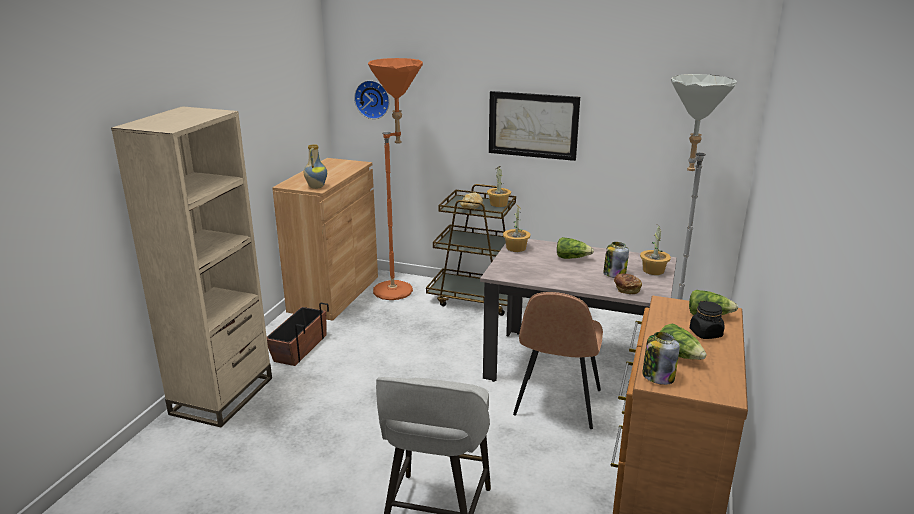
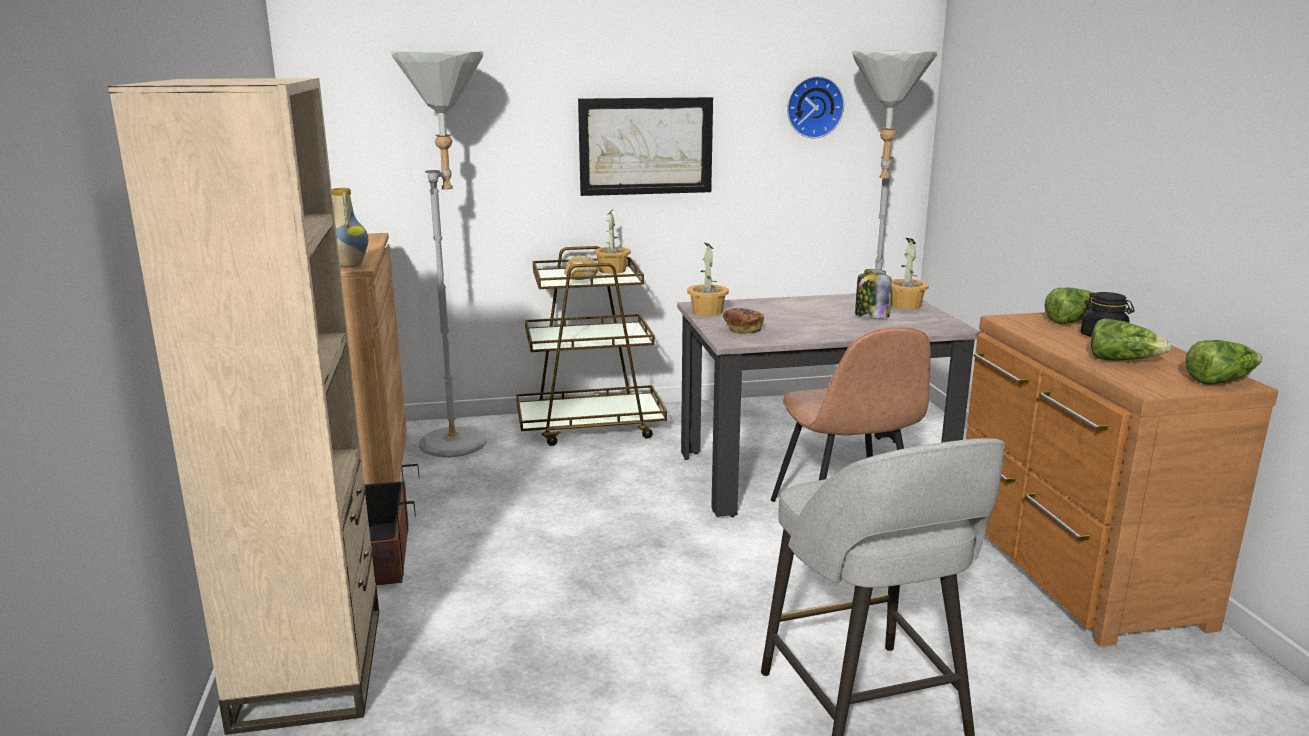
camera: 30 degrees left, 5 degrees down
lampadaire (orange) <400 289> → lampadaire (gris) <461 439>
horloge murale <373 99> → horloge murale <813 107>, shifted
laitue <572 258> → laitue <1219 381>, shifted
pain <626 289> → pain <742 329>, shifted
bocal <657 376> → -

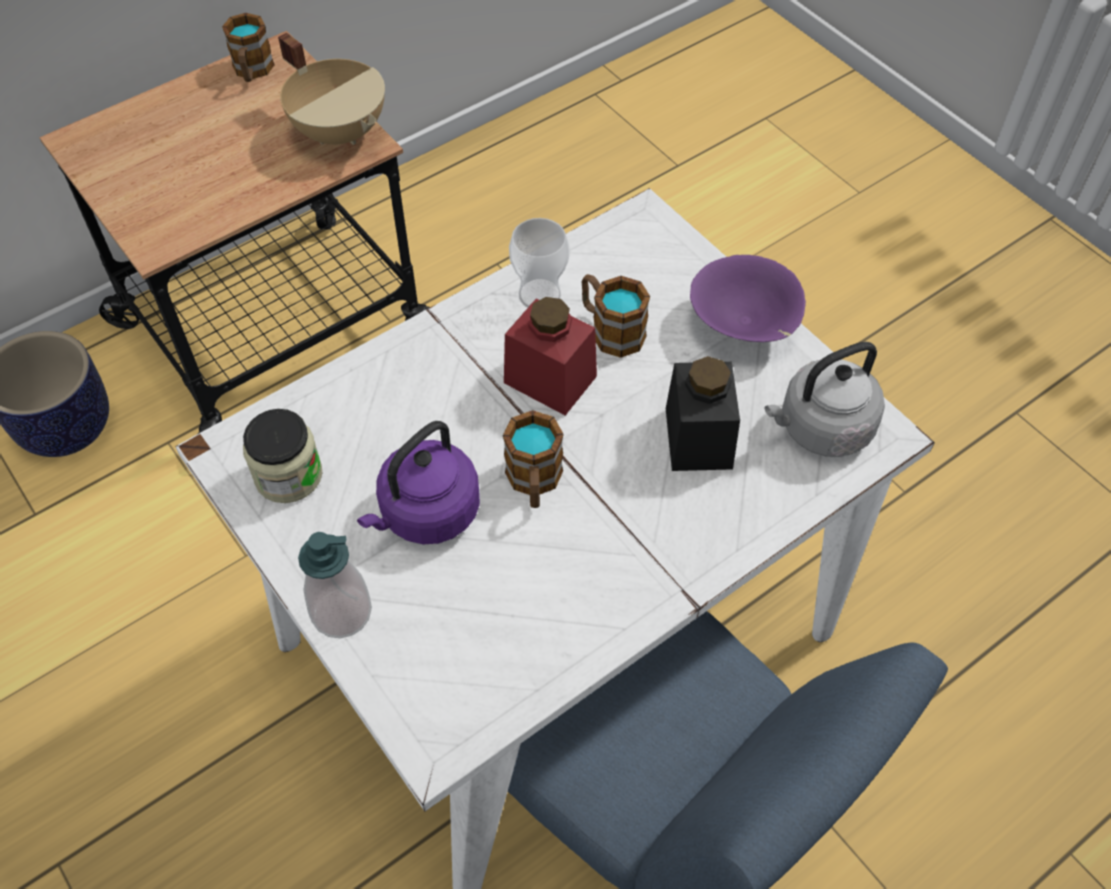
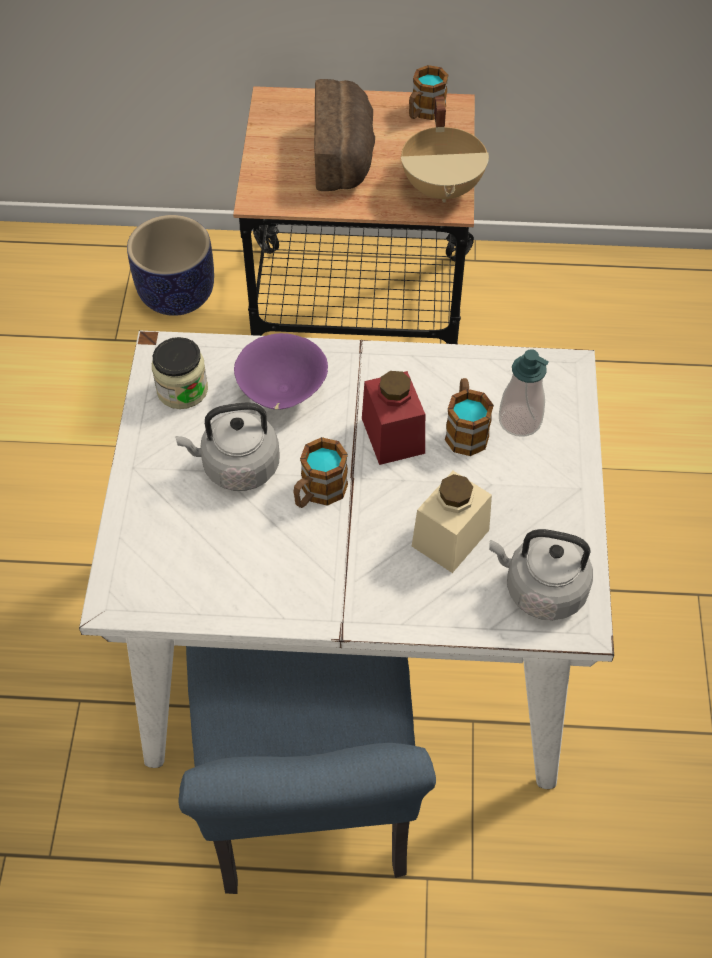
camera: 40 degrees right, 0 degrees up
tasse <539 295> → -
bol (violet) <744 326> → bol (violet) <282 392>, shifted
bocal (noir) <698 438> → bocal (beige) <450 538>
bouilloire (violet) <426 514> → bouilloire (gris) <236 467>
distributeur de savon <341 612> → distributeur de savon <519 421>, shifted
- → pain <345 156>

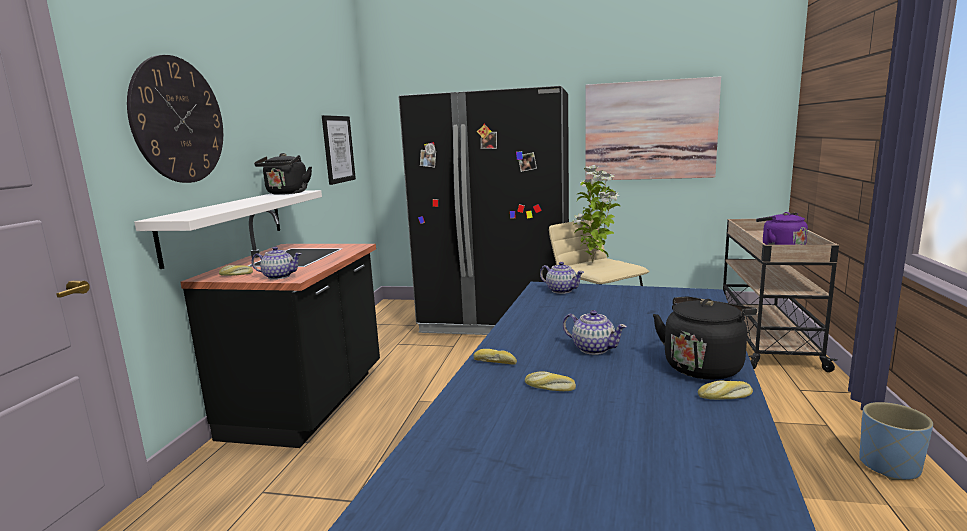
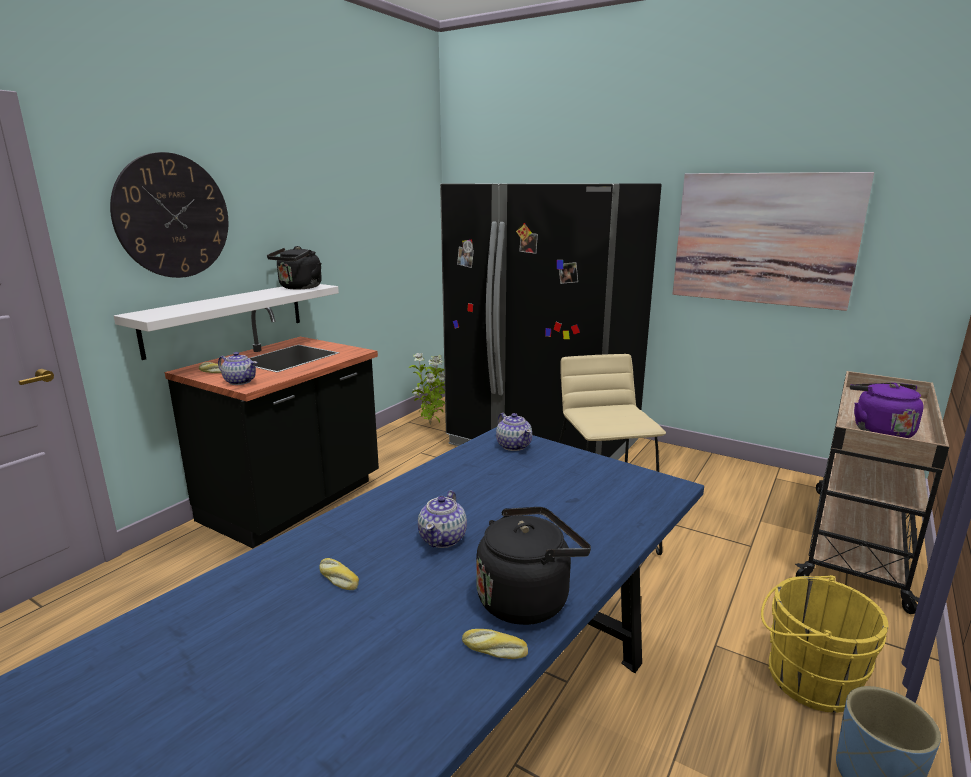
camera: 20 degrees right, 5 degrees up
tableau <338 149> → -
plante en pot <594 262> → plante en pot <431 425>, shifted
théière <593 349> → théière <443 538>, 45 degrees clockwise
pain <495 362> → -
- → seau (jaune) <806 677>

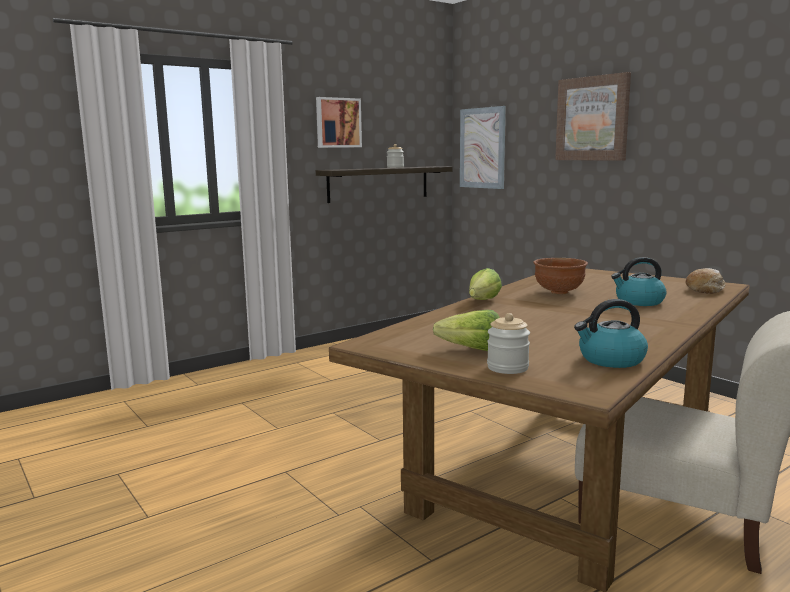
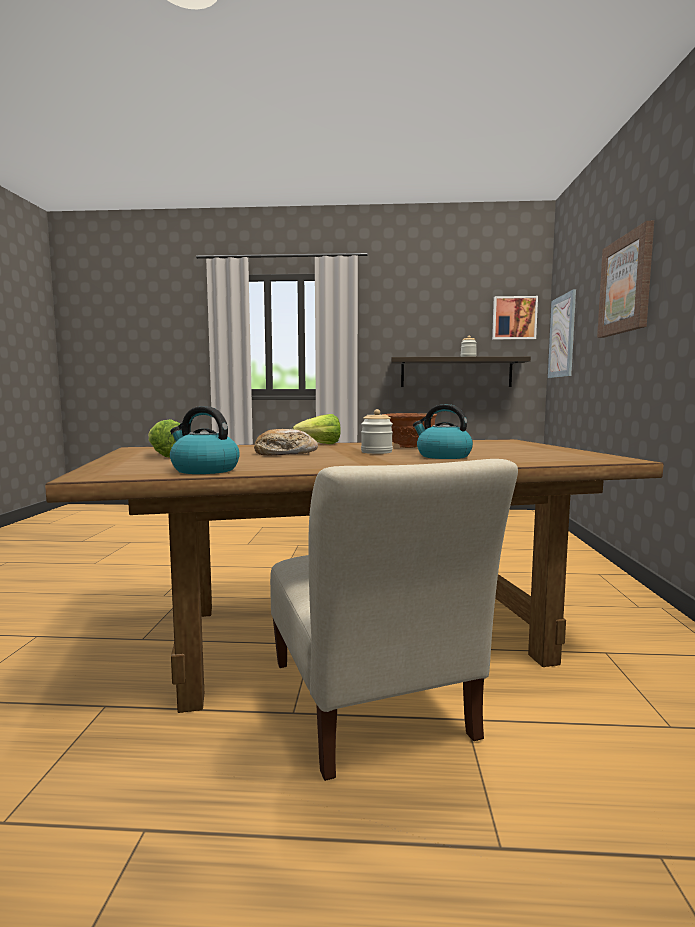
camera: 40 degrees right, 5 degrees down
tableau <337 123> → tableau <514 318>, shifted
pain <705 289> → pain <285 453>, shifted
bocal <507 368> → bocal <376 452>, shifted

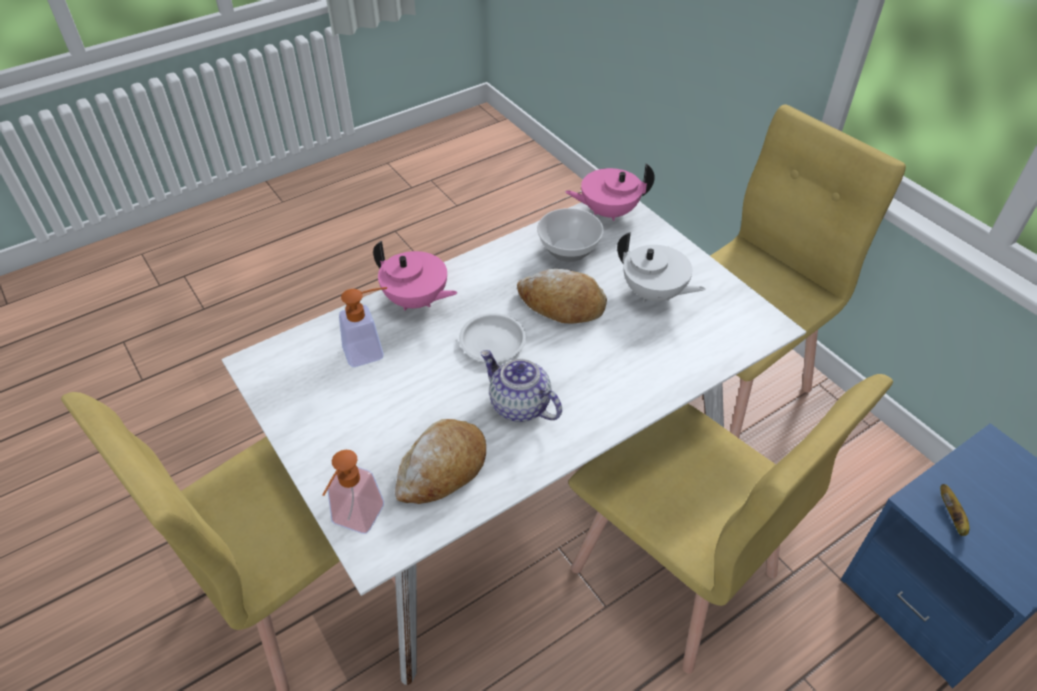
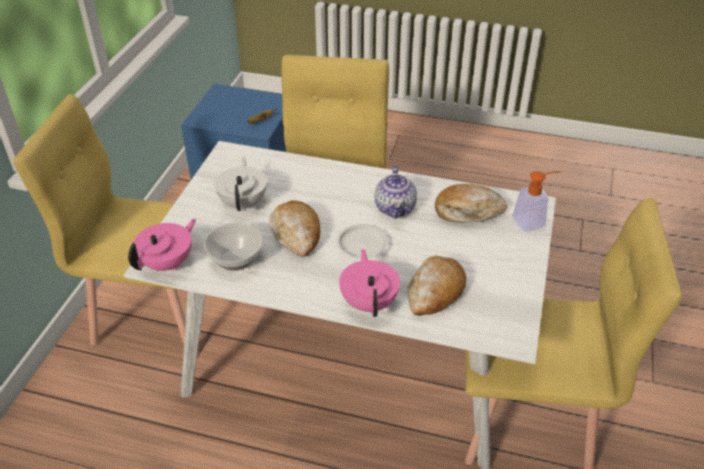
camera: 130 degrees left, 5 degrees down
théière (rose) <608 212> → théière (rose) <168 263>, 90 degrees counterclockwise
distributeur de savon <371 350> → pain <435 292>

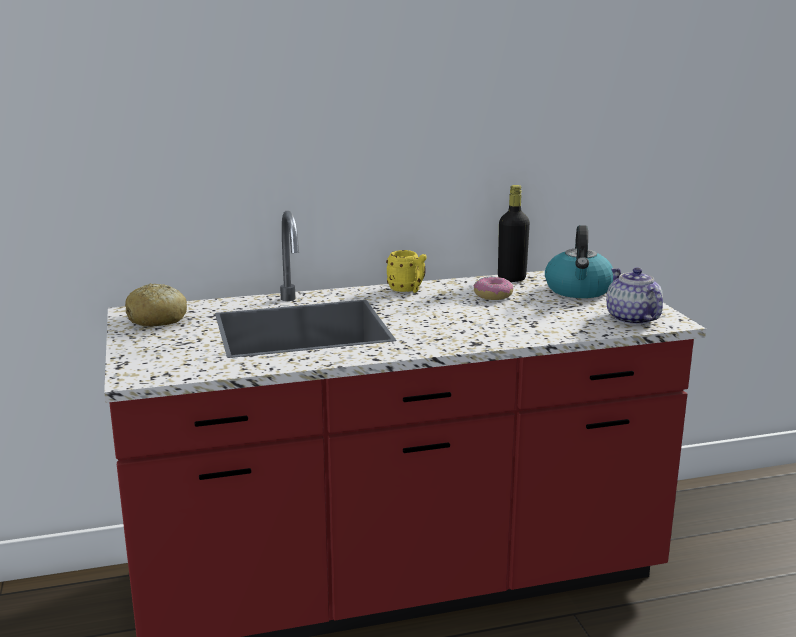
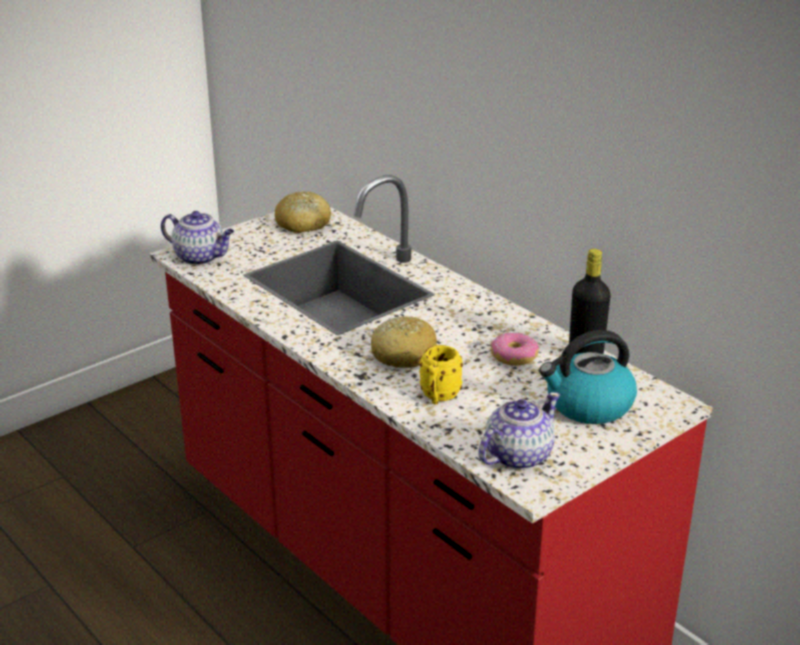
camera: 65 degrees right, 10 degrees up
mug (jaune) <408 290> → mug (jaune) <438 397>, shifted
- → théière <201 257>
- → pain <403 354>

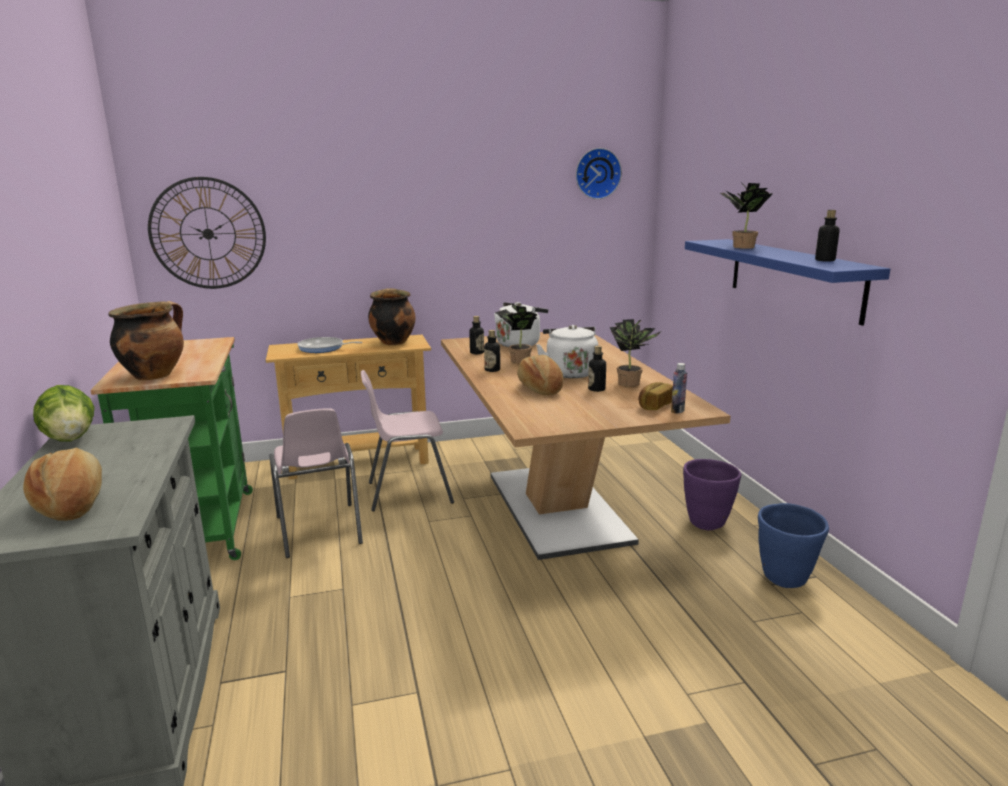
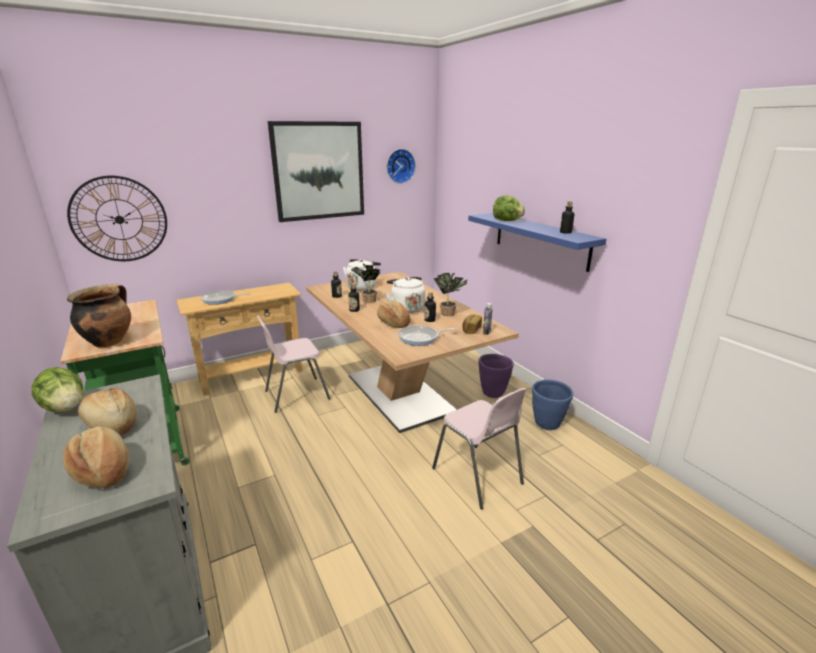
camera: 15 degrees left, 5 degrees up
plante en pot <740 247> → laitue <507 221>
marmite <393 342> → -
chaise (rose) <319 531> → chaise (rose) <477 476>, shifted
- → tableau <319 171>
- → poêle <421 338>
- → pain <110 425>

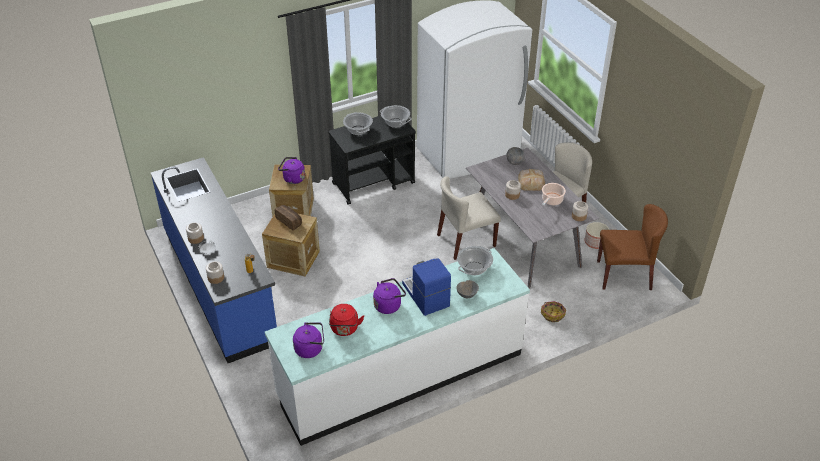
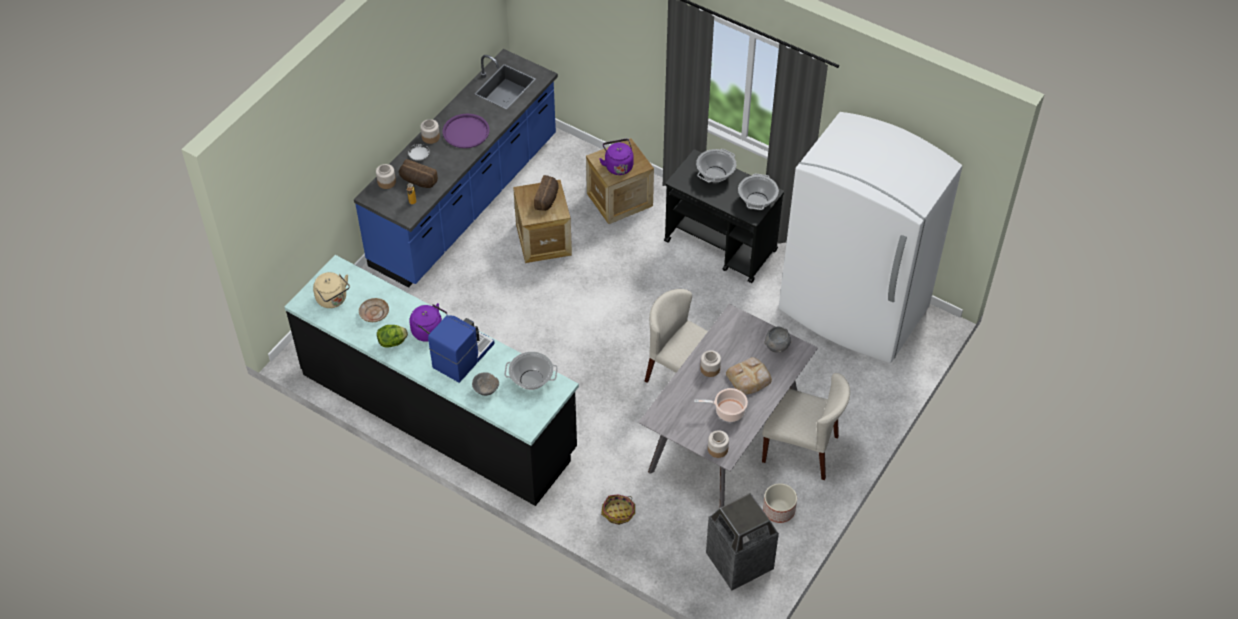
camera: 60 degrees right, 10 degrees up
chaise (marron) <624 275> → poubelle <739 562>
comptoir de cuisine (blanc) <400 375> → comptoir de cuisine (noir) <439 412>
bouilloire (rouge) <344 329> → assiette (beige) <374 313>
bouilloire (violet) <310 349> → bouilloire (beige) <333 300>
- → plateau (violet) <466 131>
- → pain <418 181>
- → laitue <393 342>

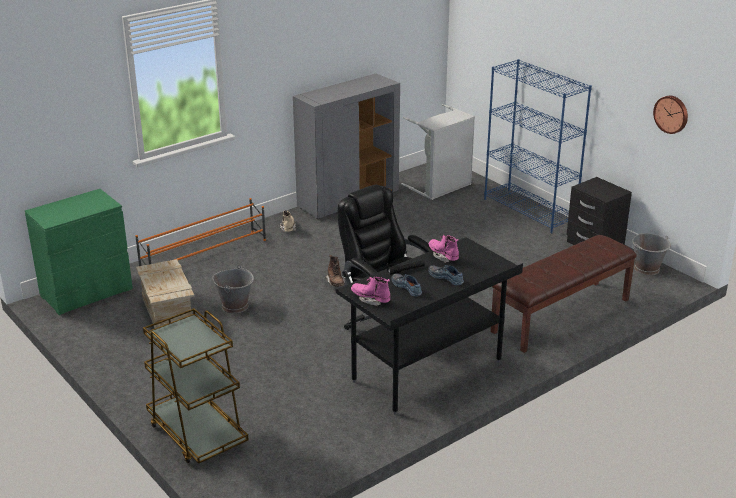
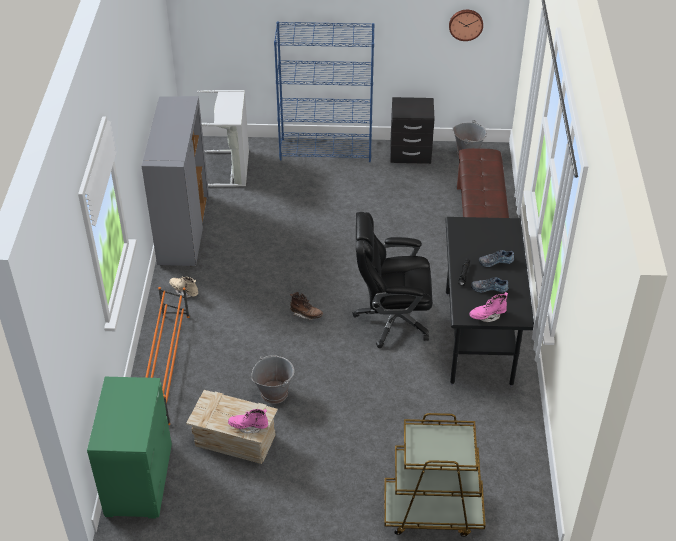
camera: 50 degrees left, 15 degrees up
botte (rose) <443 256> → botte (rose) <248 426>, shifted

